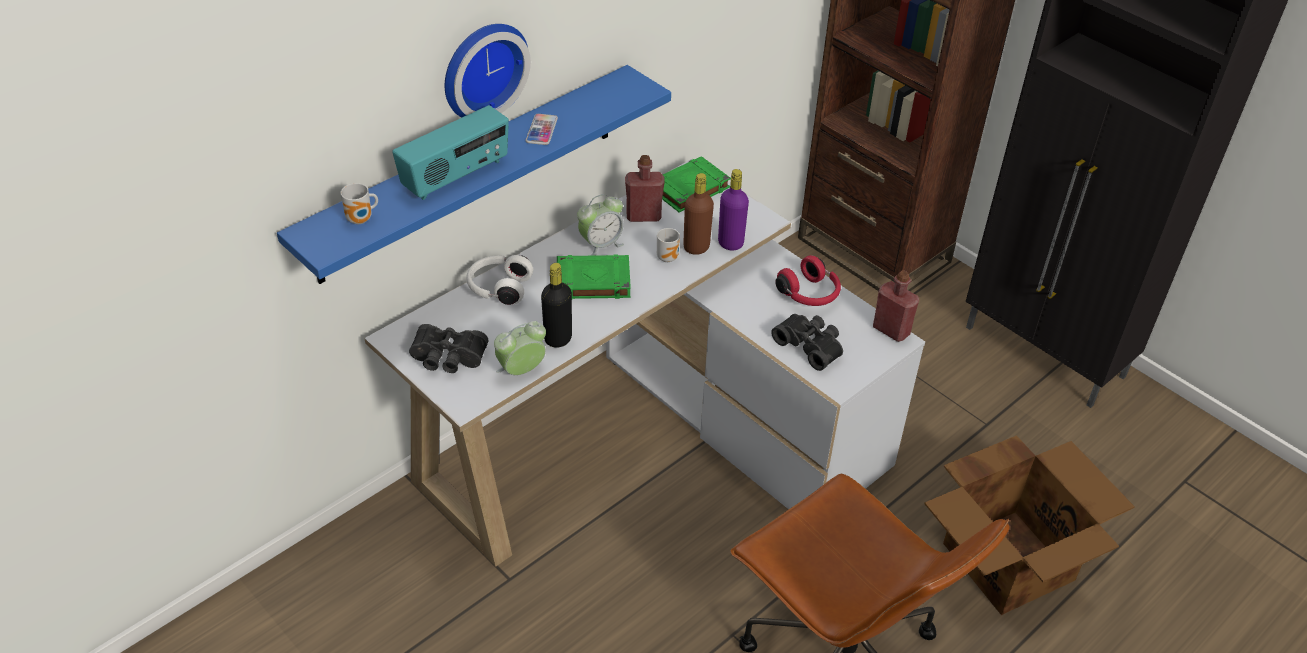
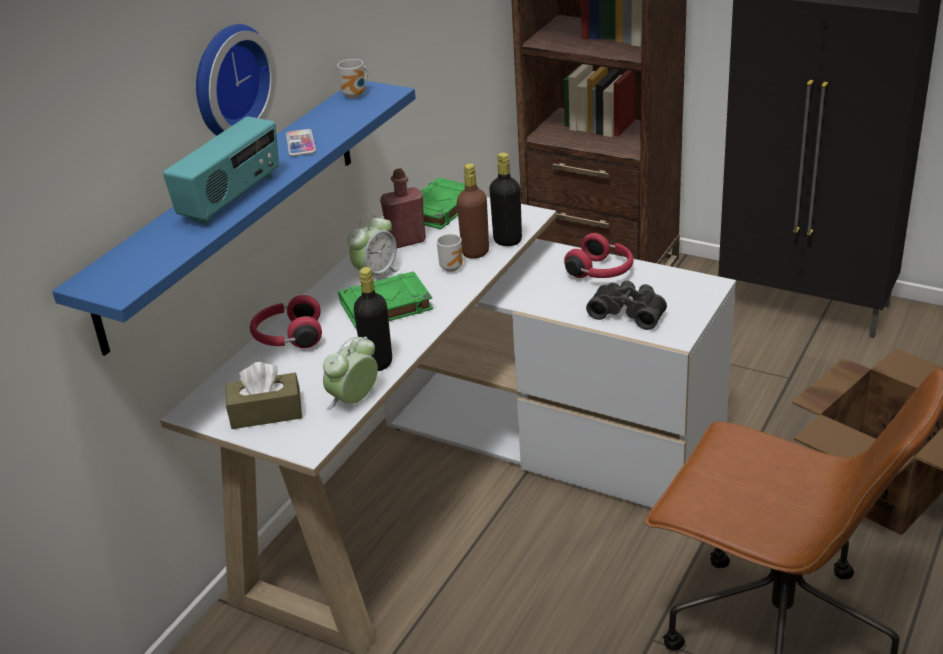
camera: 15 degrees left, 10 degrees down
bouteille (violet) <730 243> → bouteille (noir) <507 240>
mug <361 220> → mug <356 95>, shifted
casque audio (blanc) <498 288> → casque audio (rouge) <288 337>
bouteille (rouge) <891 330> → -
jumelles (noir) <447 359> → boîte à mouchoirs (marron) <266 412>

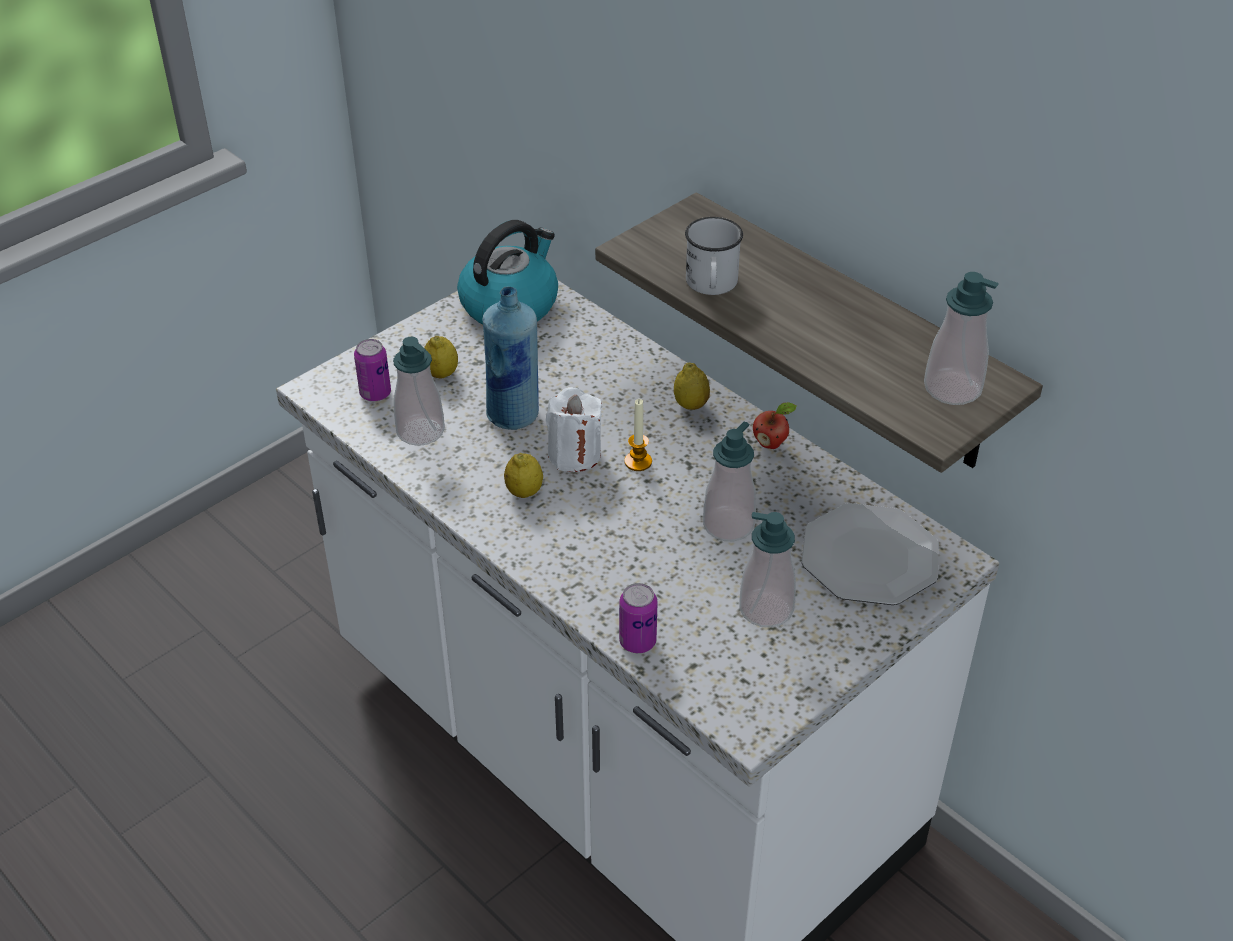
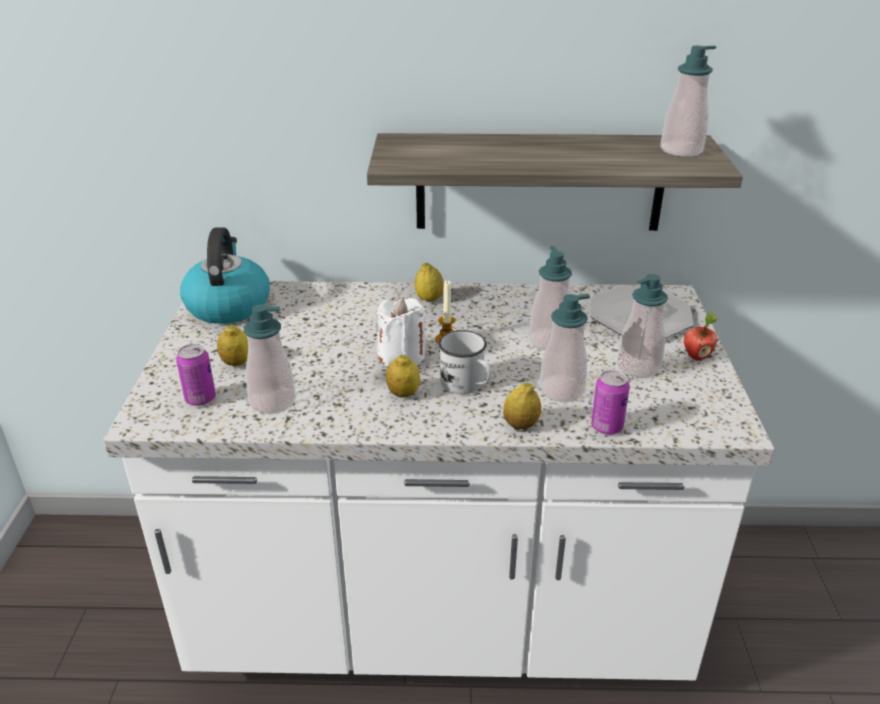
camera: 45 degrees left, 10 degrees down
mug (blanc) <711 285> → mug (blanc) <467 385>, shifted
bouteille (bleu) <514 415> → -
pomme <771 443> → pomme <696 356>, shifted
- → distributeur de savon <561 390>
- → citron <520 425>

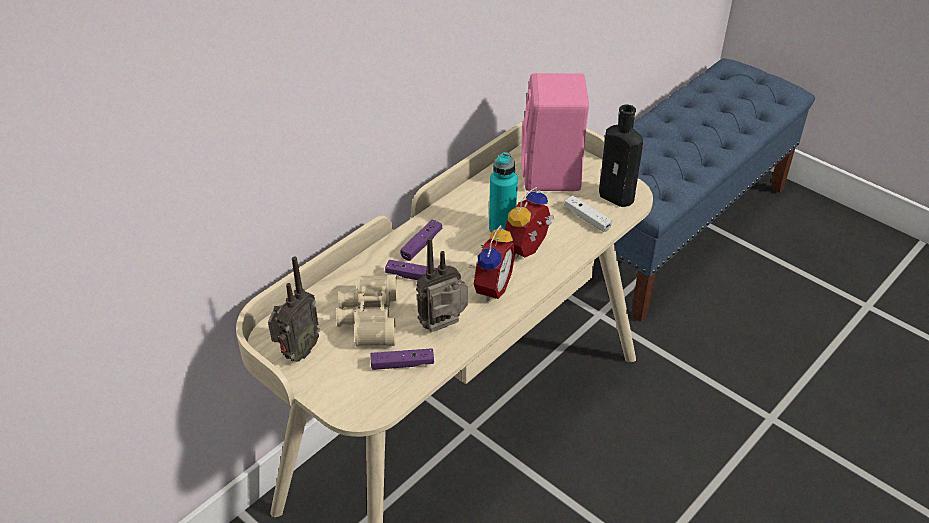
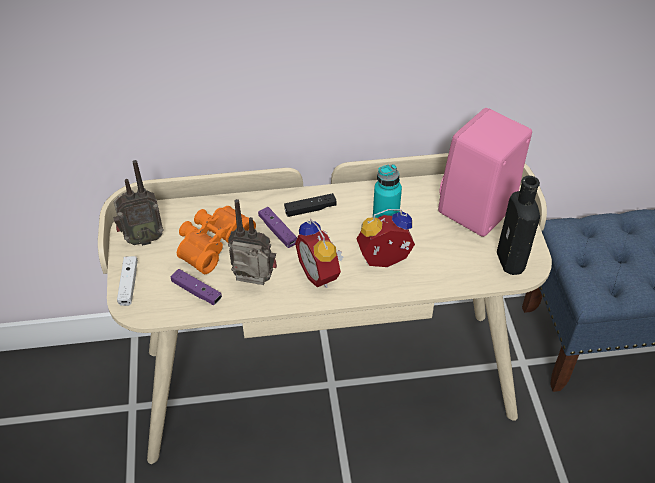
camera: 40 degrees right, 5 degrees up
manette (blanc) <587 218> → manette (blanc) <128 284>, shifted
manette (violet) <421 245> → manette (noir) <310 209>
réveil <490 287> → réveil <321 273>, 90 degrees clockwise
jumelles (beige) <367 319> → jumelles (orange) <212 243>

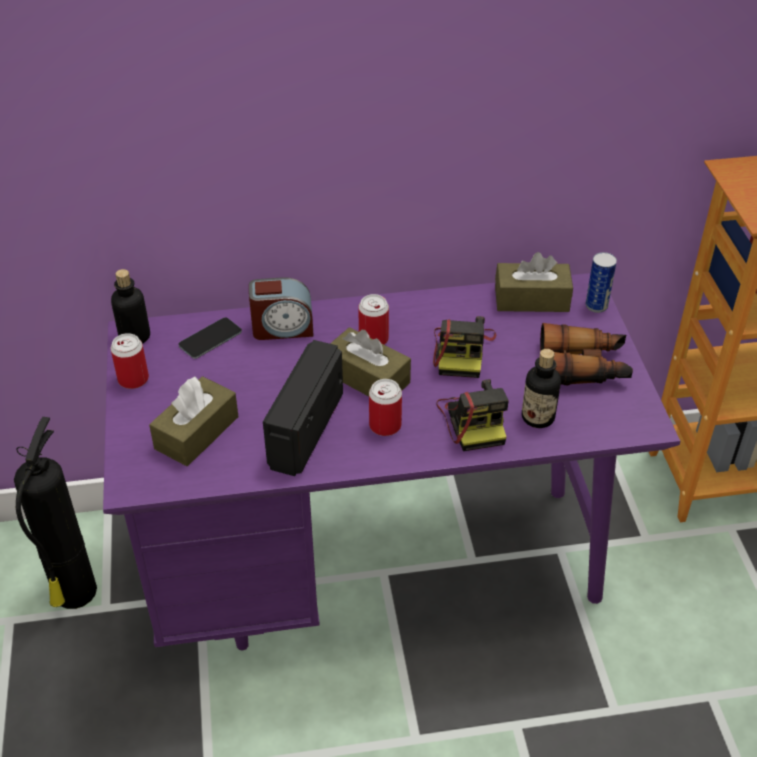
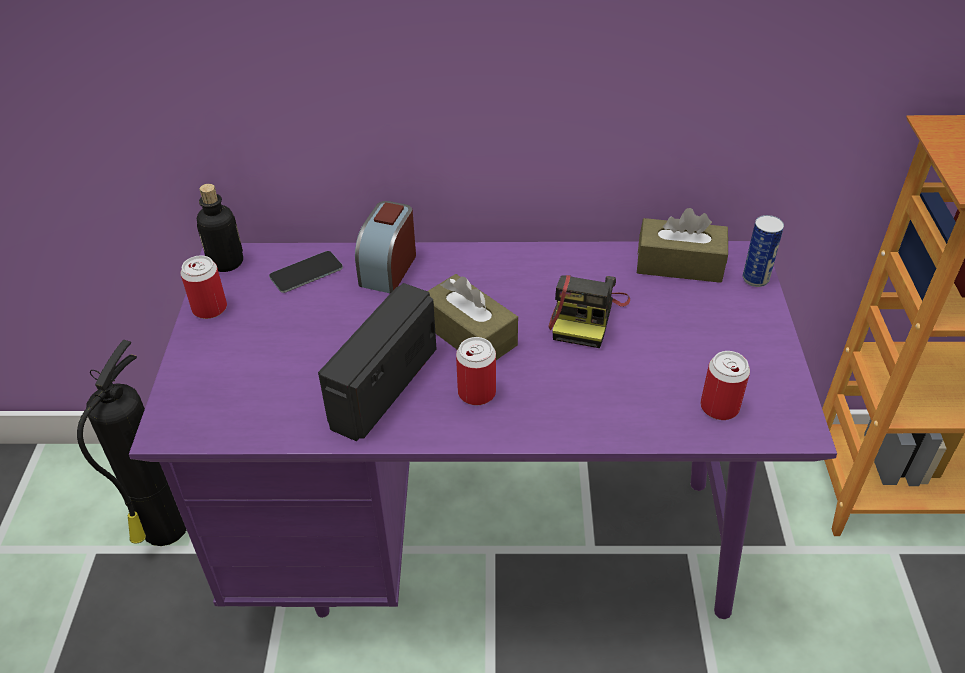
camera: 10 degrees right, 0 degrees up
réveil <282 328> → réveil <388 269>, 105 degrees clockwise
boîte métallique <373 339> → boîte métallique <719 407>, shifted
jumelles <583 367> → -
bouteille <538 417> → -
boîte à mouchoirs (marron) <197 432> → -
appareil photo <474 420> → -

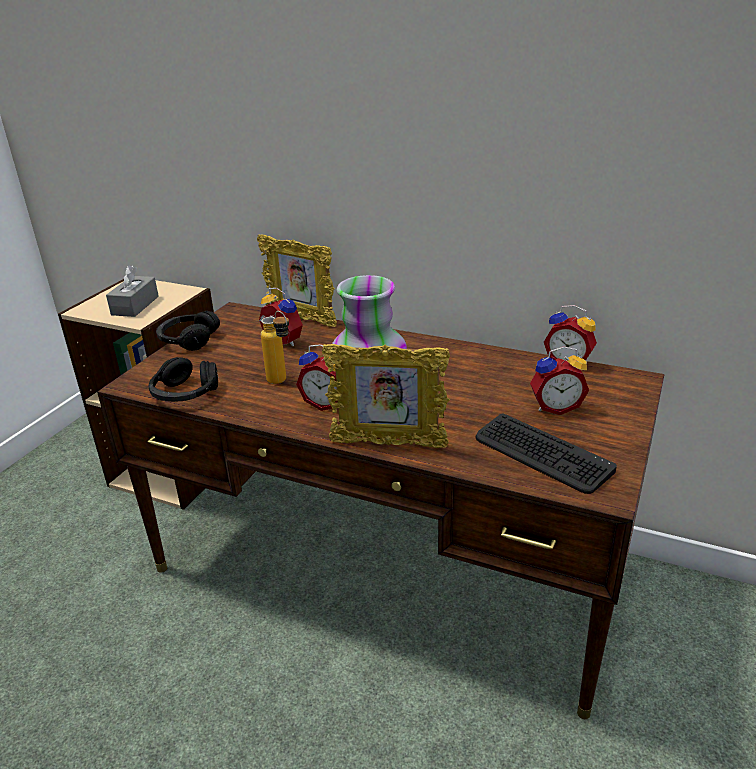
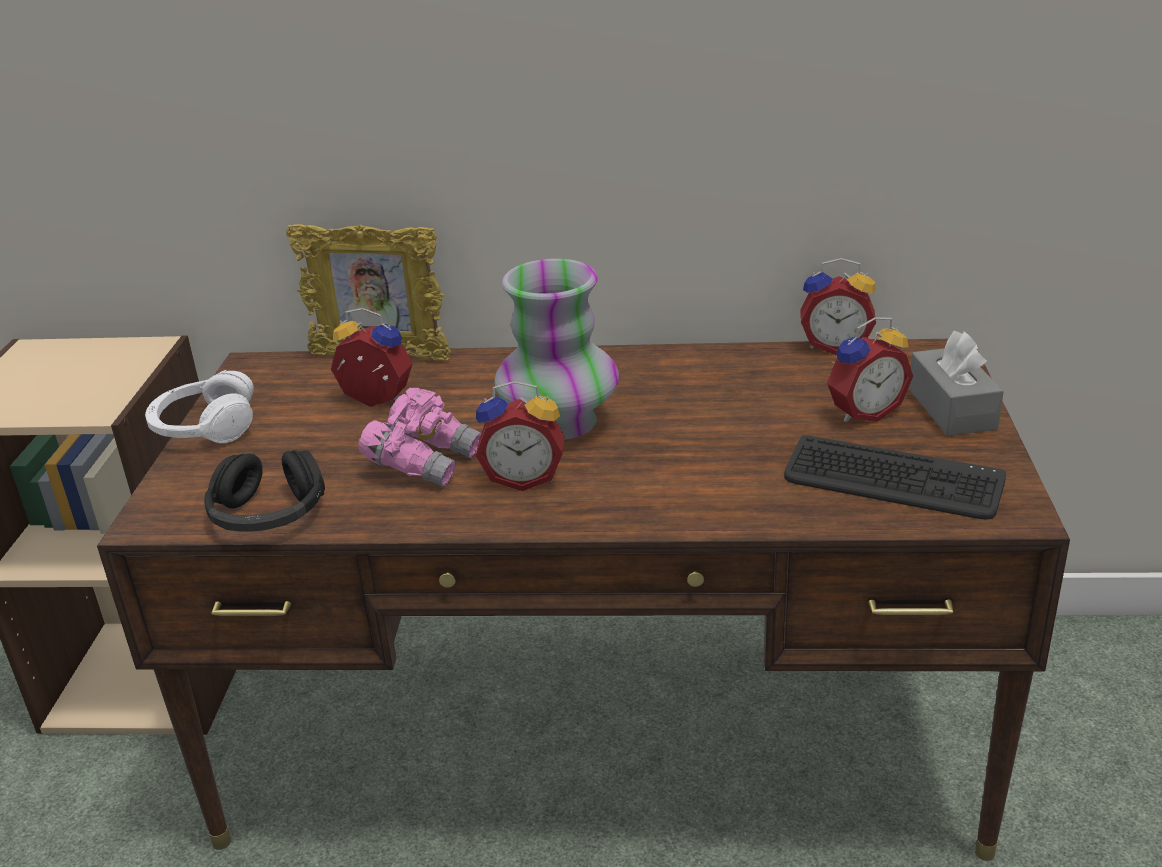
camera: 20 degrees left, 0 degrees up
boîte à mouchoirs (gris) <135 305> → boîte à mouchoirs (gris) <951 409>, shifted
casque audio (noir) <188 340> → casque audio (blanc) <205 427>
bouteille <282 382> → jumelles (rose) <424 462>
cadre photo <388 444> → -

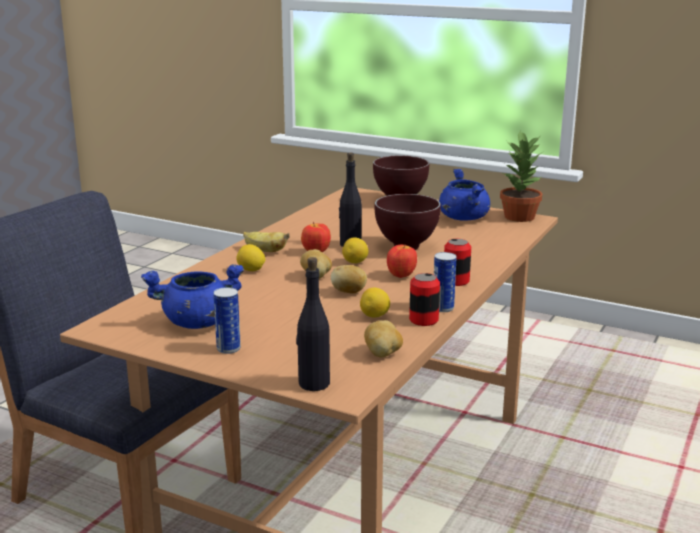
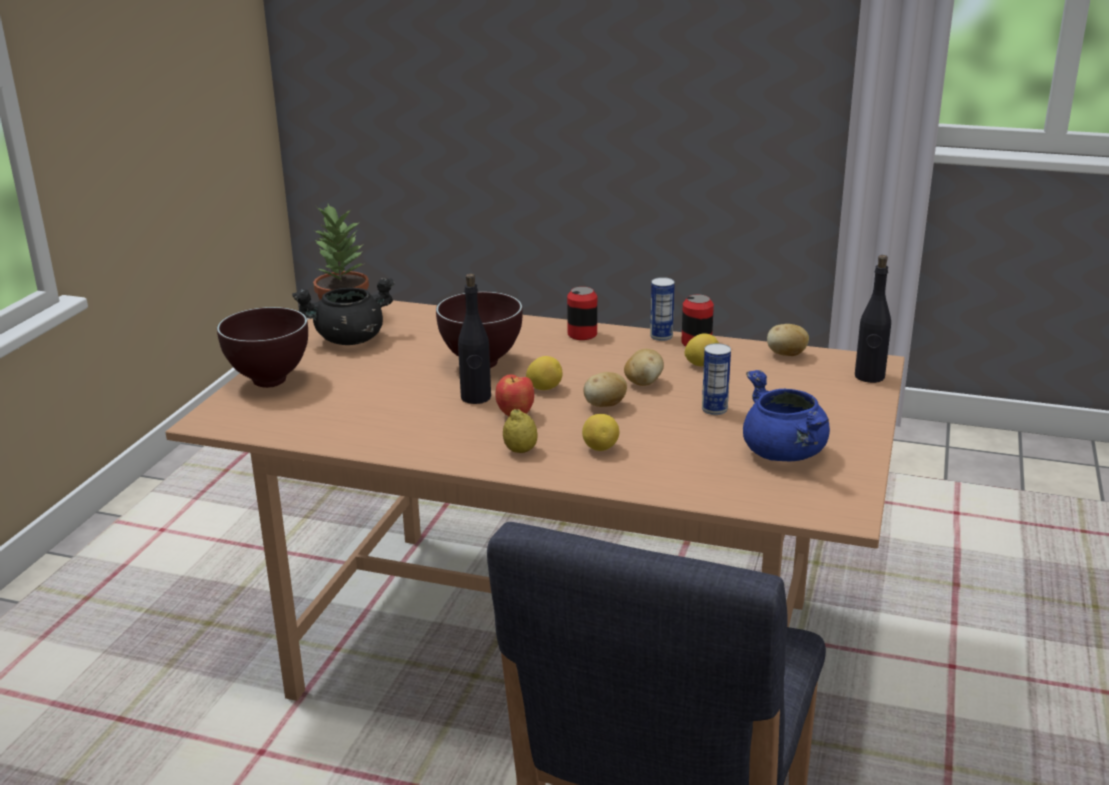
camera: 100 degrees left, 5 degrees up
marmite (bleu) <463 218> → marmite (noir) <349 340>
banane <264 251> → citron <520 451>
pomme <401 276> → -
boîte métallique <228 349> → boîte métallique <714 410>, shifted

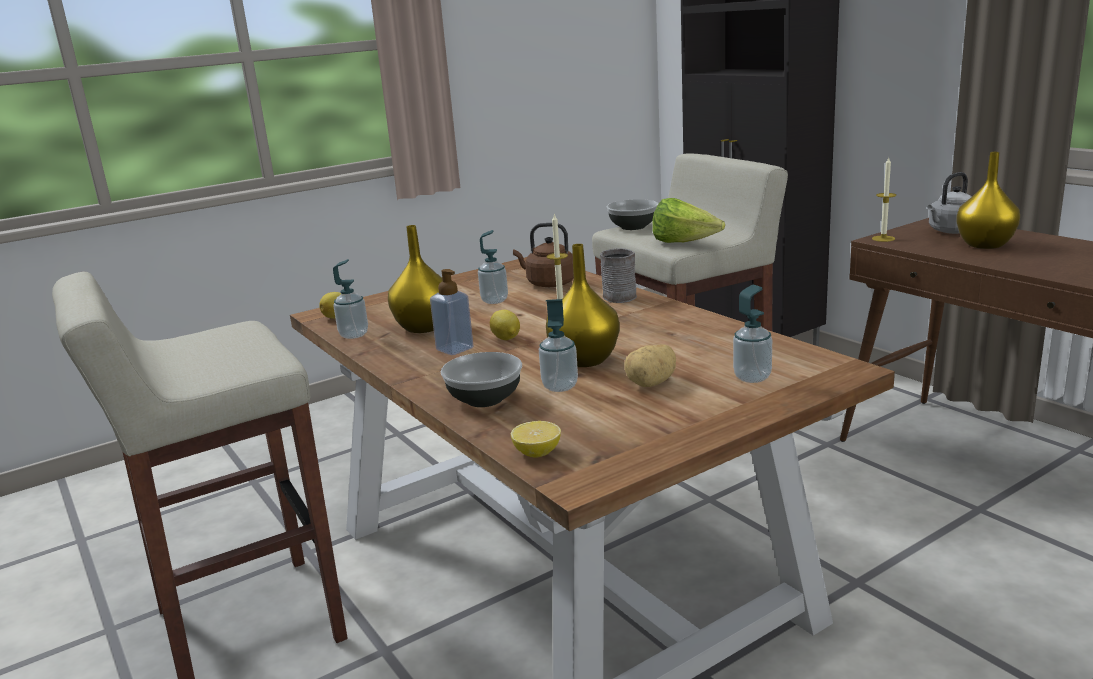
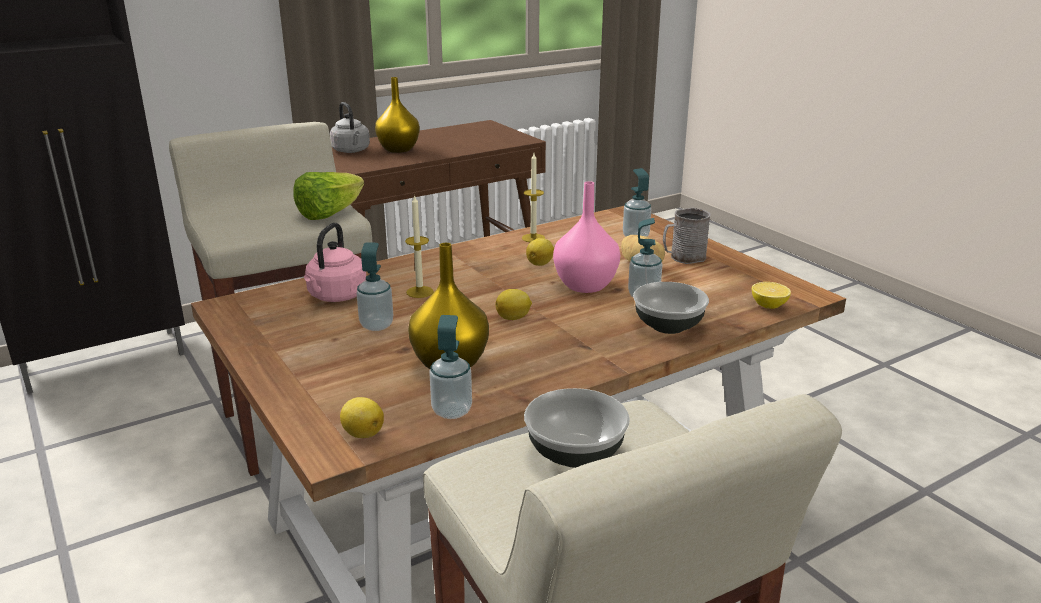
camera: 90 degrees left, 5 degrees up
bougie <883 238> → bougie <533 238>, shifted
bol <632 227> → bol <574 454>, shifted
bouilloire (marron) <548 283> → bouilloire (rose) <336 296>
vase (jaune) <585 359> → vase (rose) <584 285>
mug (gris) <617 296> → mug (gris) <683 258>, shifted
distributeur de savon <454 349> → -
- → citron <540 264>

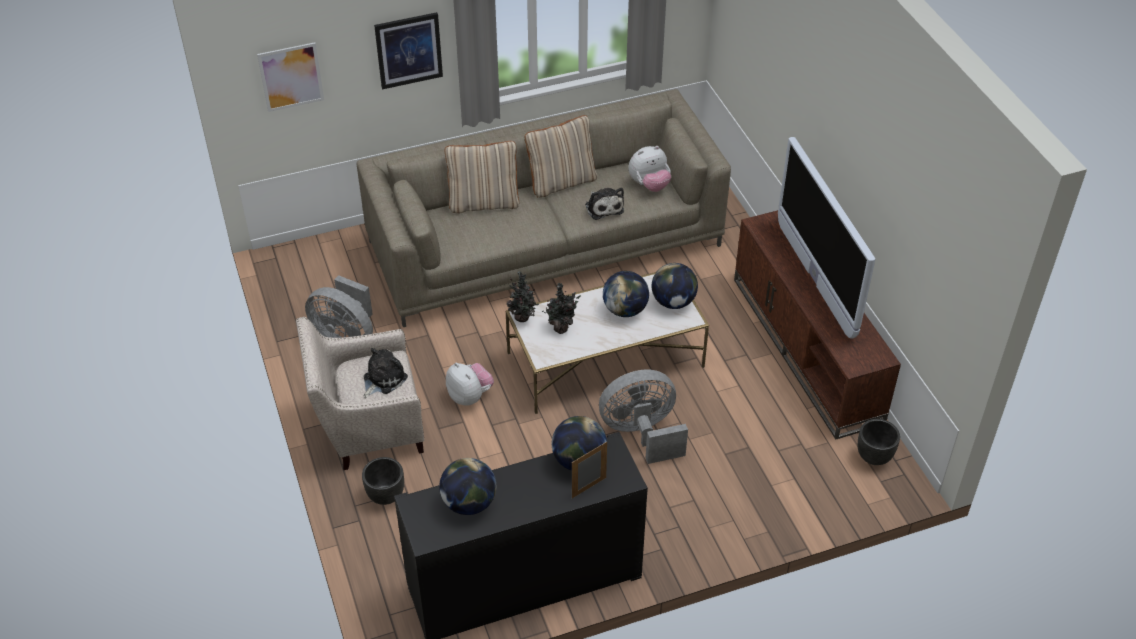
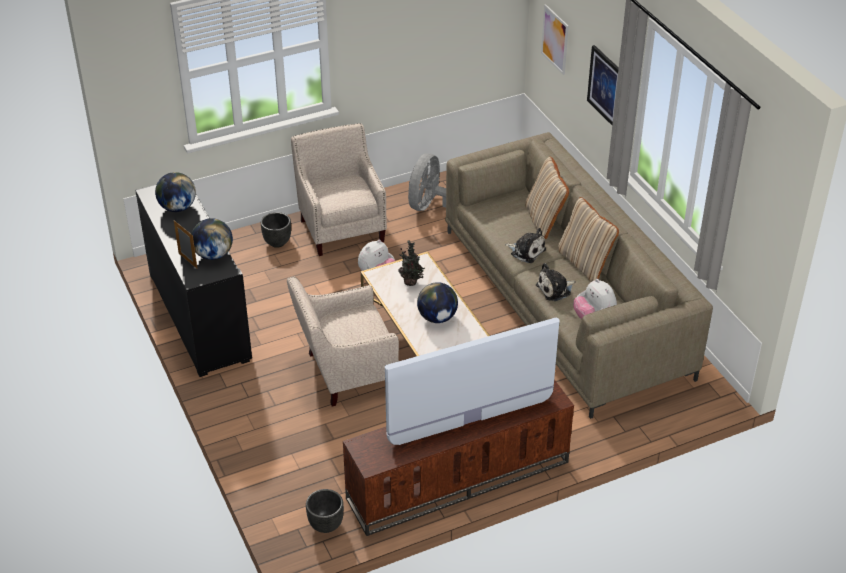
camera: 85 degrees right, 5 degrees down
globe <673 302> → -
plante en pot <523 318> → -
peluche <382 379> → peluche <526 251>, shifted
ventilateur (gris) <642 433> → fauteuil (beige) <345 372>

